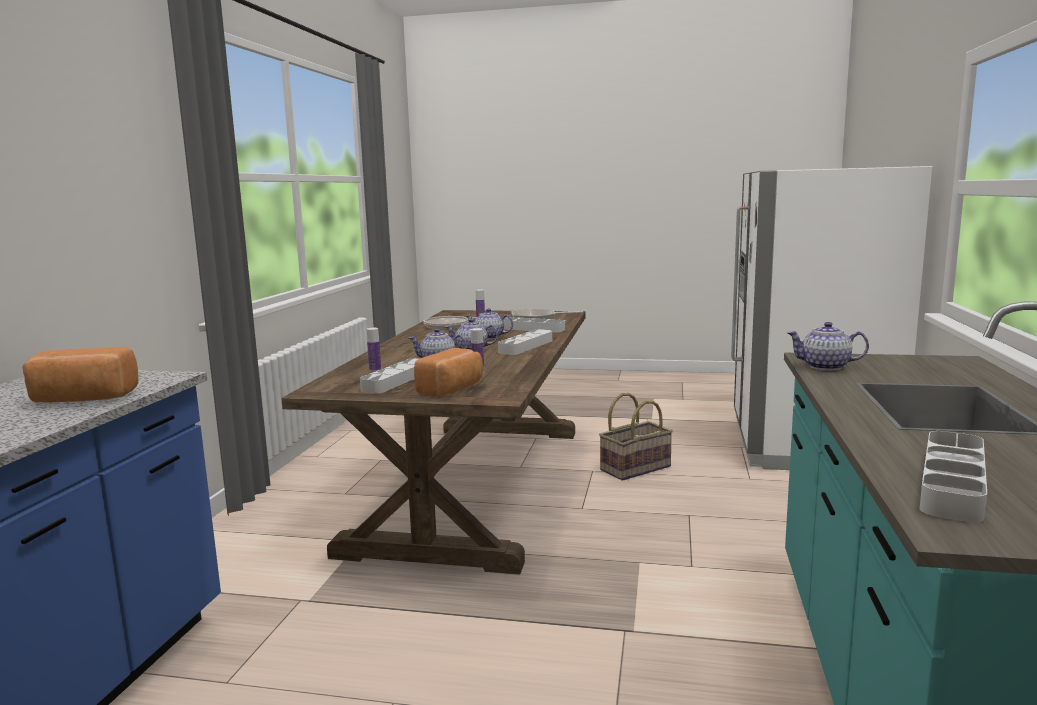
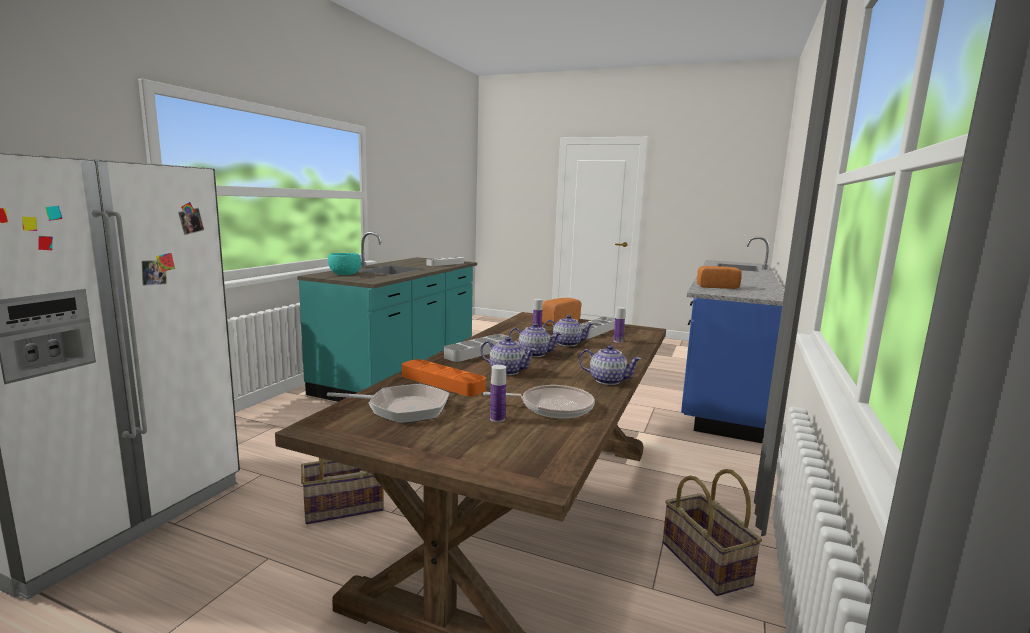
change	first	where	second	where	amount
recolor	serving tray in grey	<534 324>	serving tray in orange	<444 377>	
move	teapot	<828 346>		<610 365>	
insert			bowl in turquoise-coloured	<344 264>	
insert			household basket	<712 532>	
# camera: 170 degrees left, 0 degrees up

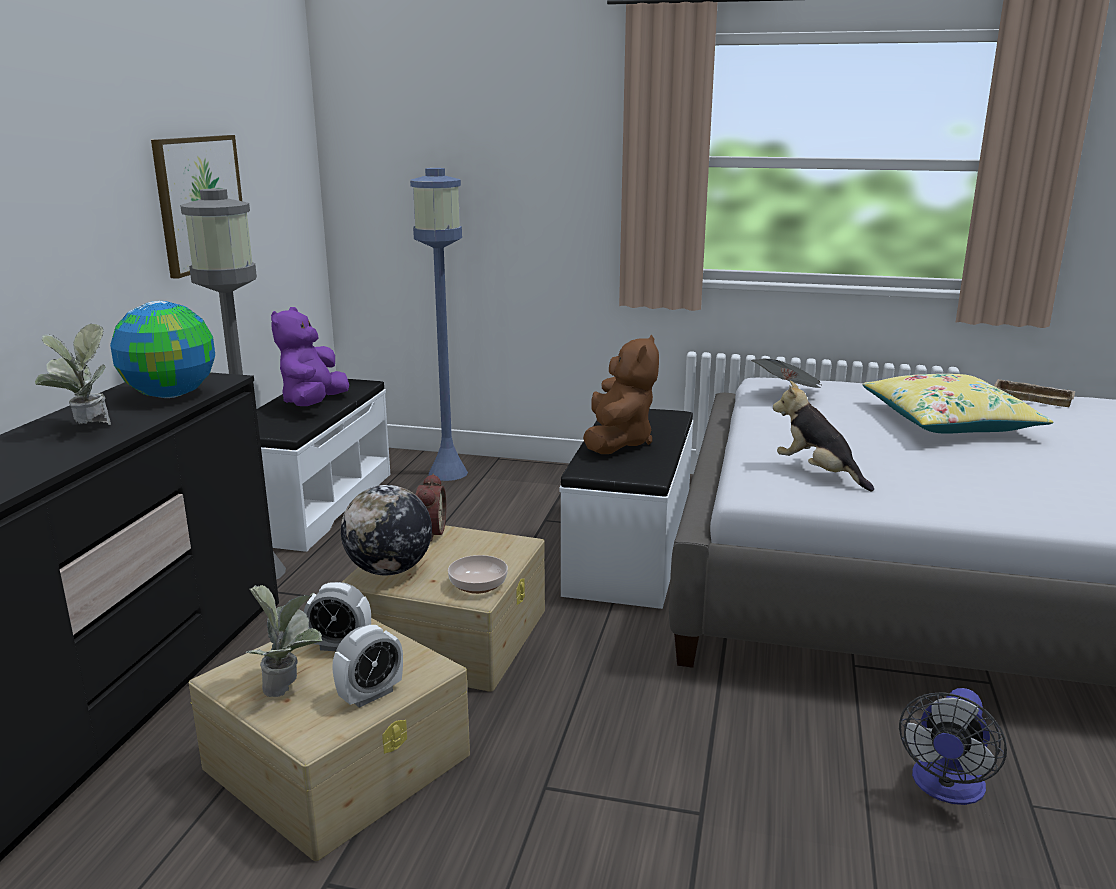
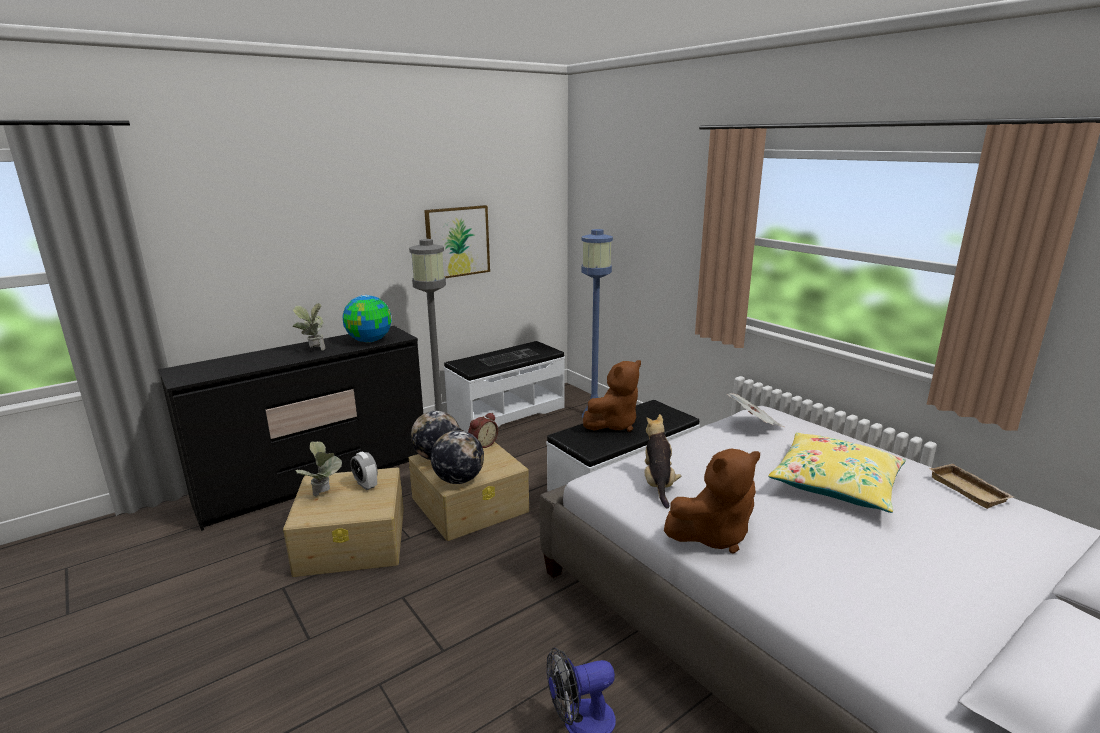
change	first	where	second	where	amount
replace	cuddly toy in purple	<310 356>	PC keyboard	<509 357>	
delete	table clock	<367 666>			
replace	bowl	<478 574>	world globe	<457 457>	
insert			cuddly toy in brown-coloured	<712 501>	
# camera: 40 degrees right, 0 degrees up

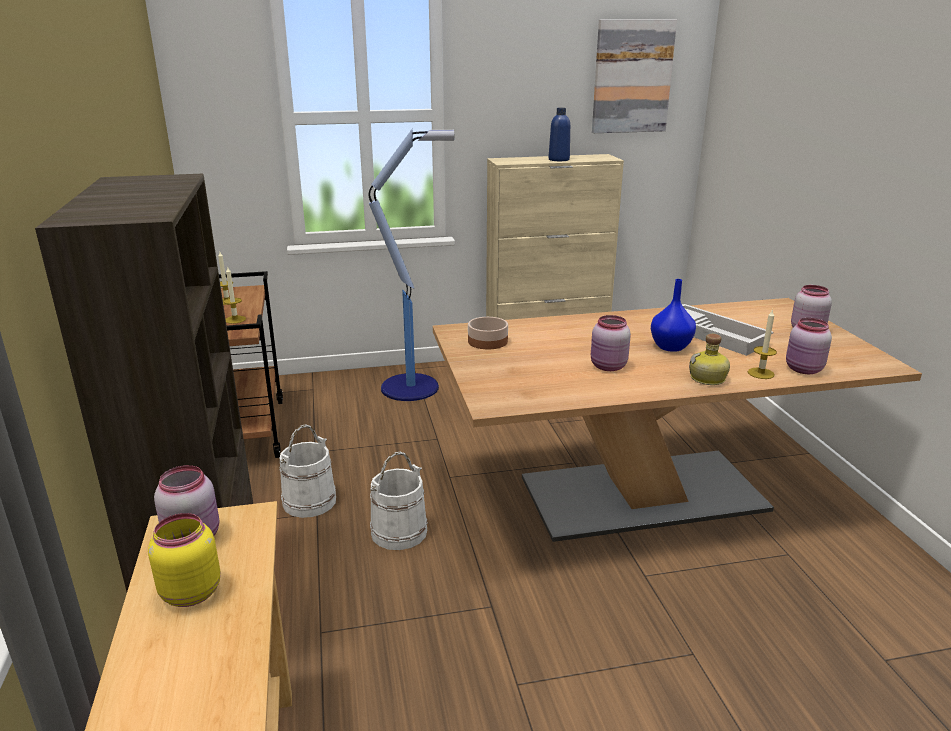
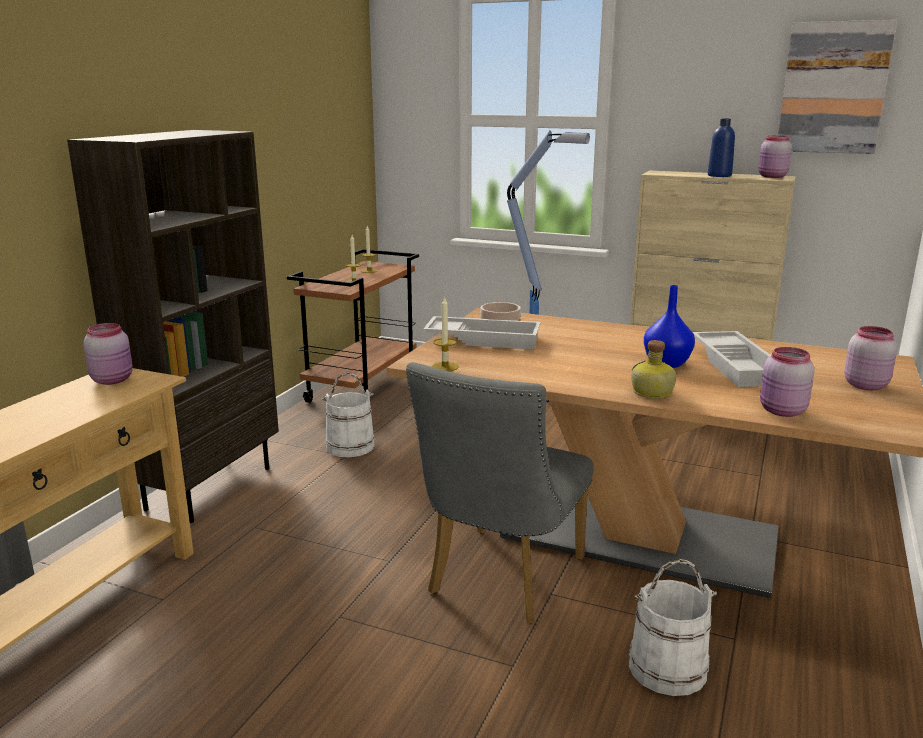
change	first	where	second	where	amount
delete	preserve jar in yellowish	<184 560>			
move	pail in white	<399 501>		<673 627>	
move	preserve jar in pink	<611 343>		<775 157>	
move	wax light	<762 344>		<445 333>	
insert			upright chair in grey	<500 493>	
insert			serving tray in white	<482 333>	
# camera: 35 degrees right, 5 degrees down

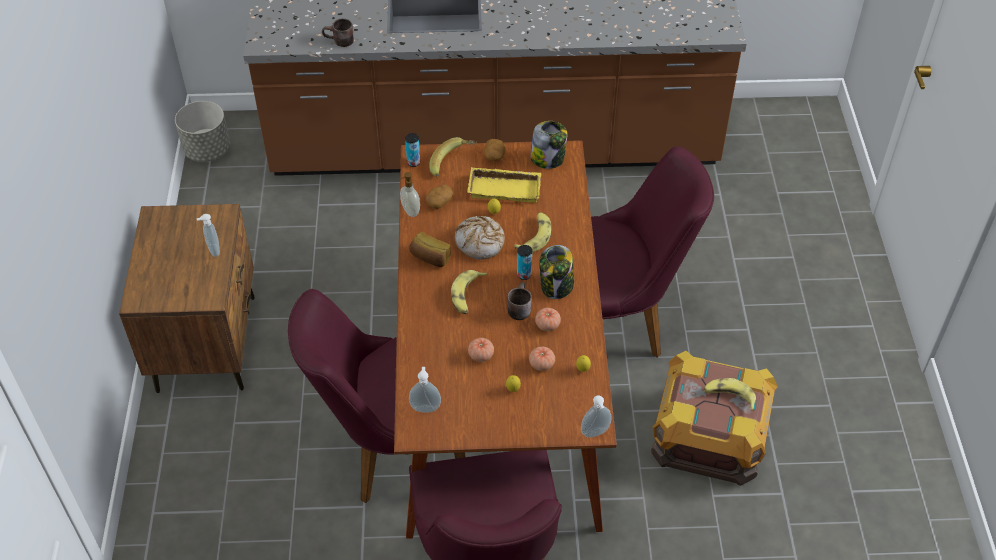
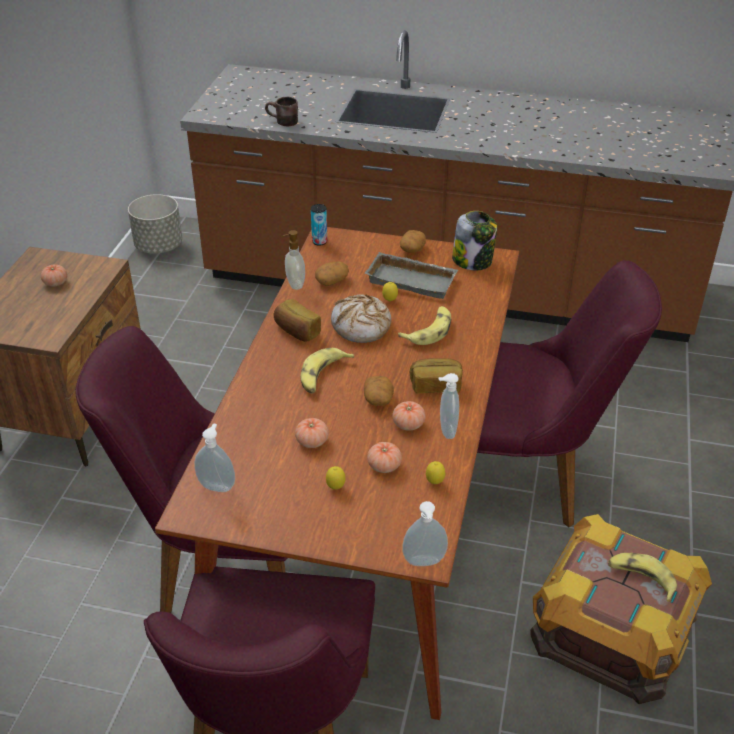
change	first	where	second	where	amount
move	soap bottle	<208 235>		<448 406>	
delete	banana fruit	<453 157>			
recolor	serving tray in yellowish	<504 185>	serving tray in grey	<411 275>	
replace	coffee mug in brown-coloured	<519 301>	potato	<379 391>	
delete	can	<524 262>			
replace	preserve jar	<556 272>	bakery bread	<436 375>	
insert			fresh tomato	<54 276>	
# camera: 15 degrees right, 10 degrees down

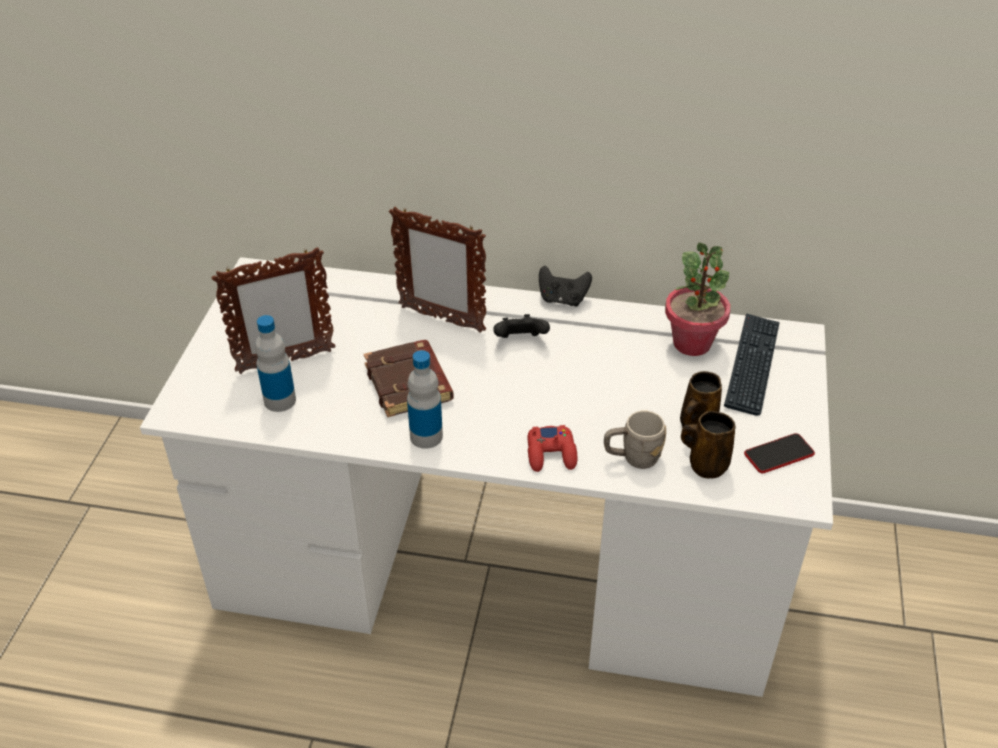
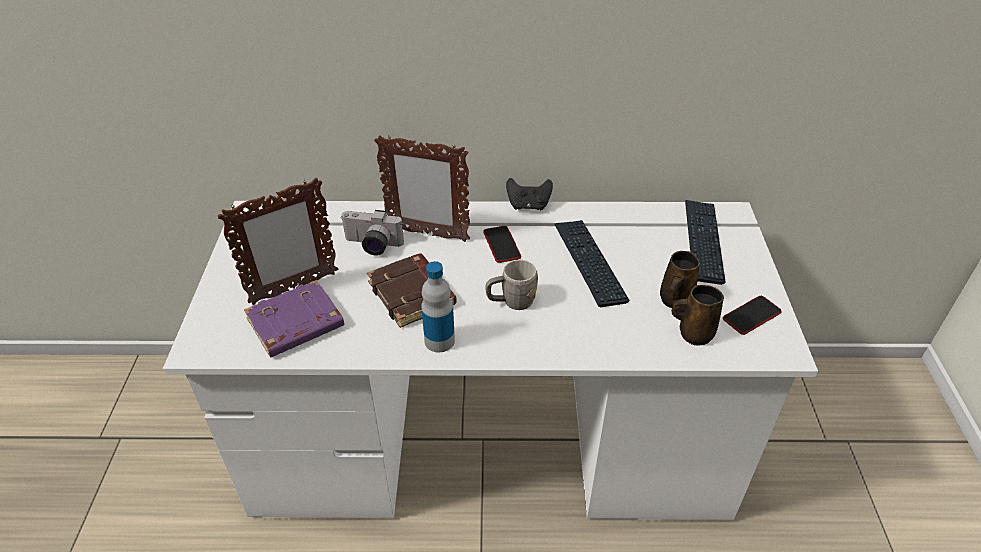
change	first	where	second	where	amount
replace	drink bottle	<275 363>	book in purple	<294 318>	
replace	gamepad in black-coloured	<521 326>	telephone	<502 244>	
delete	gamepad in reddish	<552 448>			
move	coffee mug in grey	<635 440>		<511 285>	
delete	houseplant	<697 299>			
insert			still camera	<372 233>	
insert			PC keyboard	<592 263>	
# camera: 10 degrees left, 0 degrees up

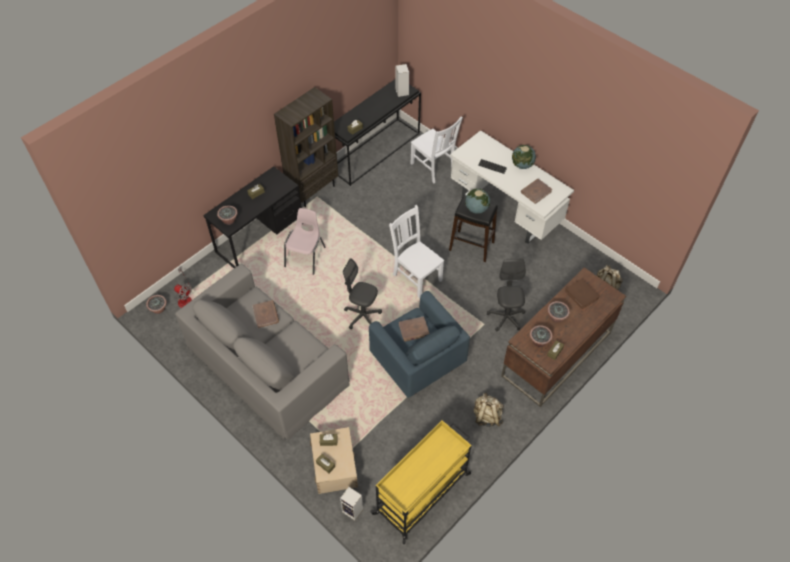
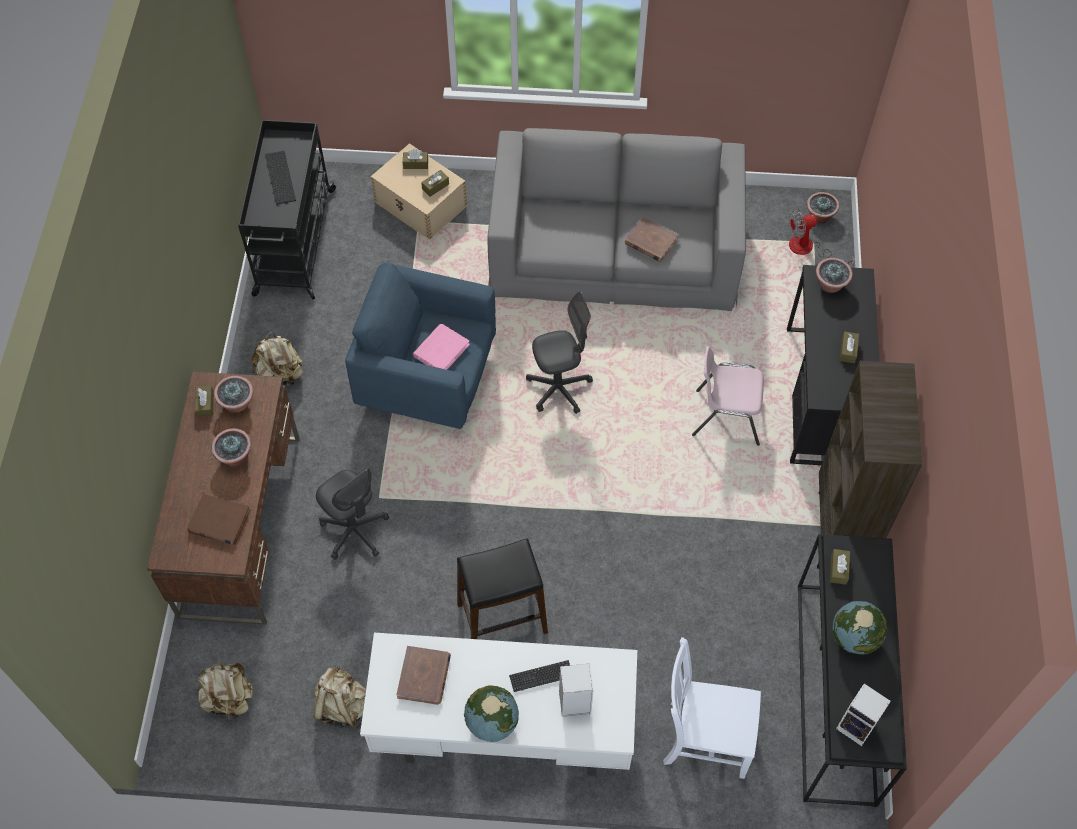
change	first	where	second	where	amount
rotate	upright chair in pink	<305 241>		<728 396>	120 degrees clockwise
move	loudspeaker	<351 503>		<576 690>	
recolor	trolley in yellowish	<421 482>	trolley in black-coloured	<287 210>	
delete	upright chair in white	<416 251>			
recolor	book in brown-coloured	<414 329>	book in pink	<441 347>	
move	world globe	<477 201>		<860 628>	
insert			PC keyboard	<280 178>	
insert			knapsack in sand-coloured	<339 697>	
# camera: 140 degrees right, 5 degrees up

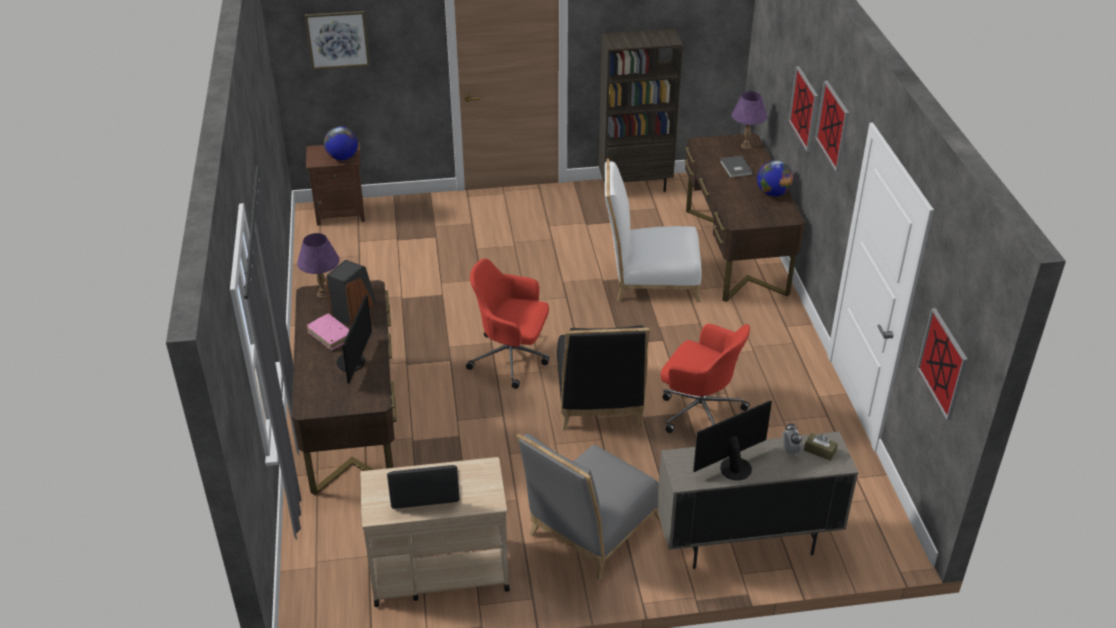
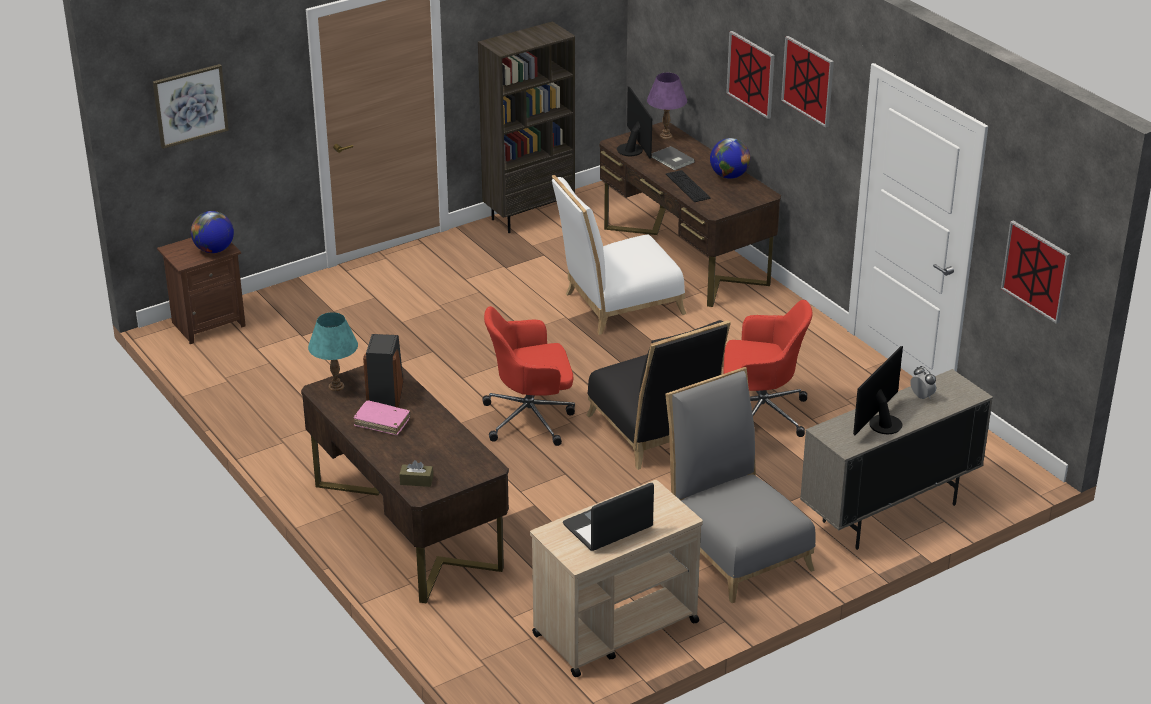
change	first	where	second	where	amount
recolor	table lamp in purple	<318 265>	table lamp in turquoise-coloured	<333 351>	
move	computer screen	<354 339>		<634 122>	
rotate	upright chair in grey	<588 506>		<740 485>	135 degrees clockwise
move	tissue holder in brown-coloured	<821 447>		<416 473>	
insert			PC keyboard	<688 186>	
# camera: 25 degrees left, 5 degrees down

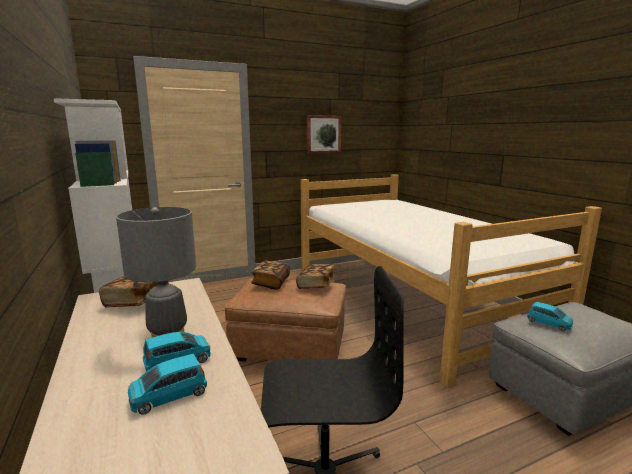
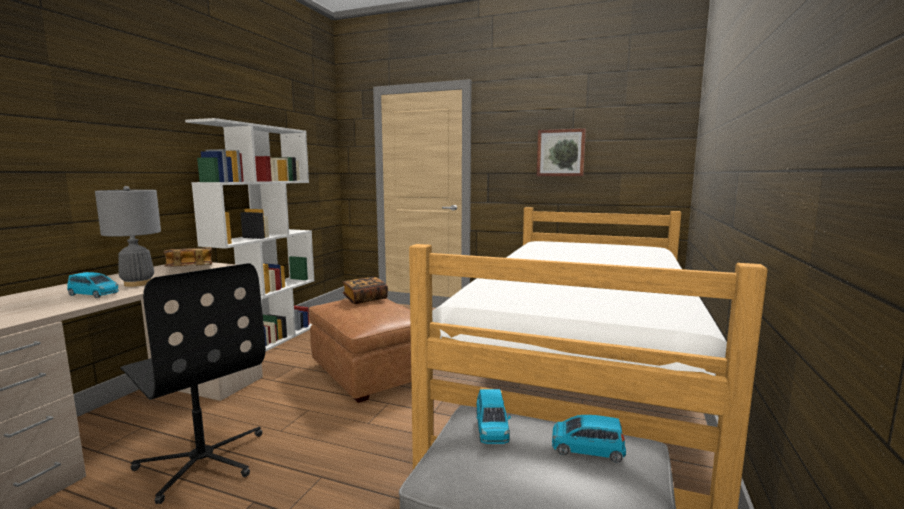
change	first	where	second	where	amount
move	miniature car in blue-coloured	<167 384>		<589 439>	
delete	book	<315 276>			
# camera: 45 degrees right, 5 degrees down

